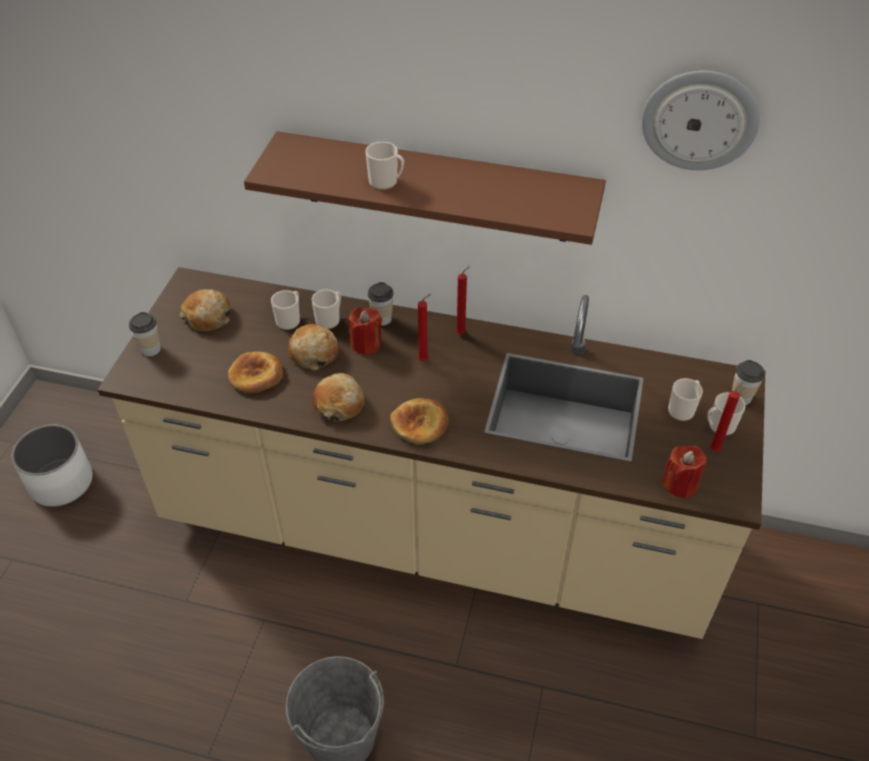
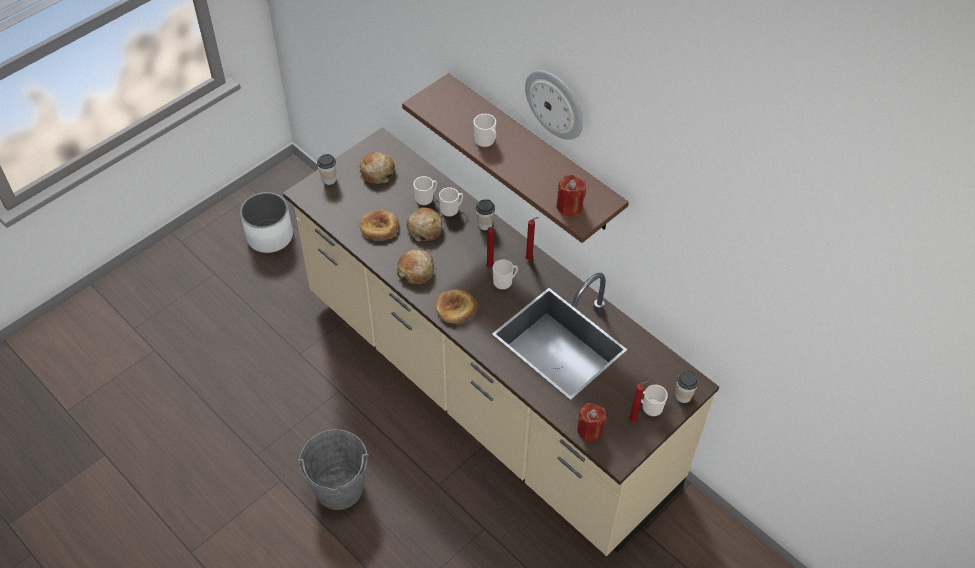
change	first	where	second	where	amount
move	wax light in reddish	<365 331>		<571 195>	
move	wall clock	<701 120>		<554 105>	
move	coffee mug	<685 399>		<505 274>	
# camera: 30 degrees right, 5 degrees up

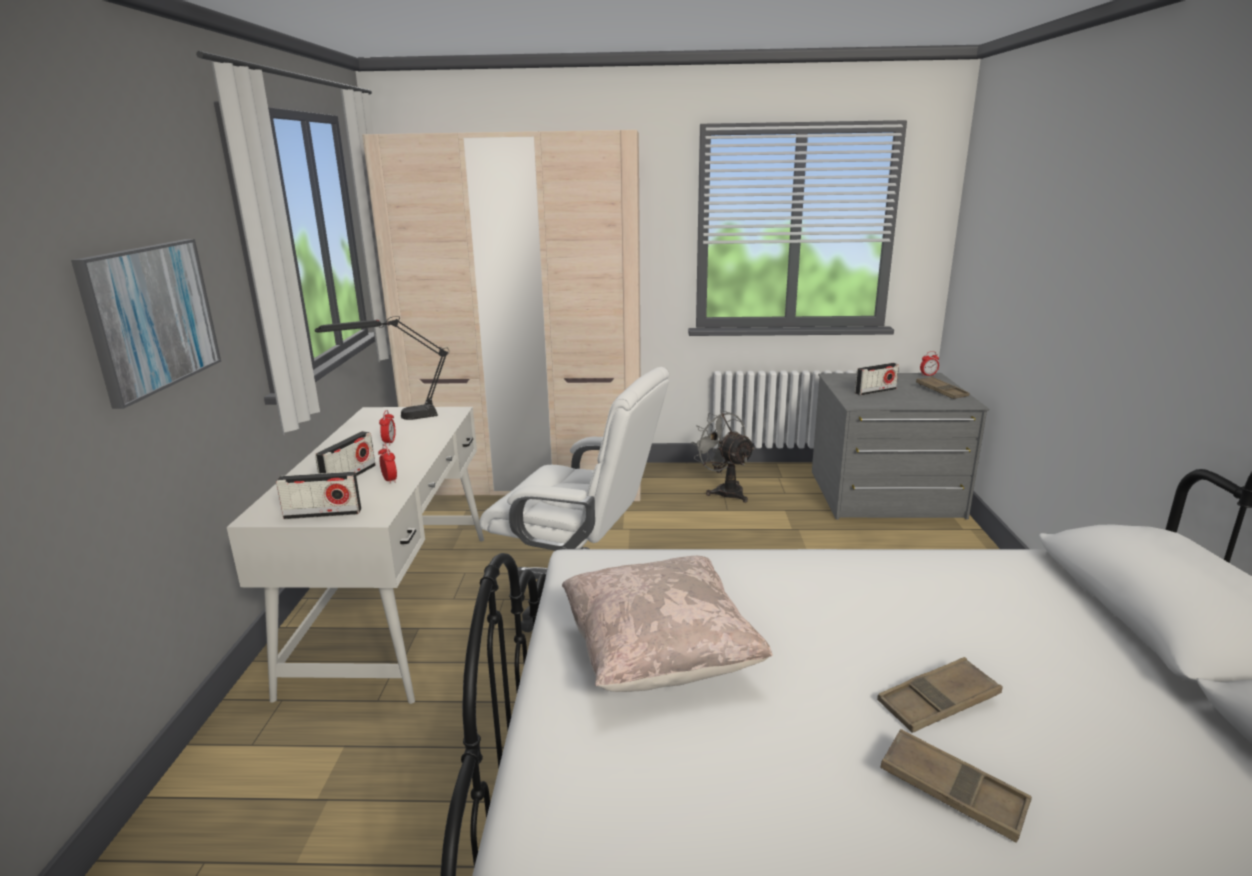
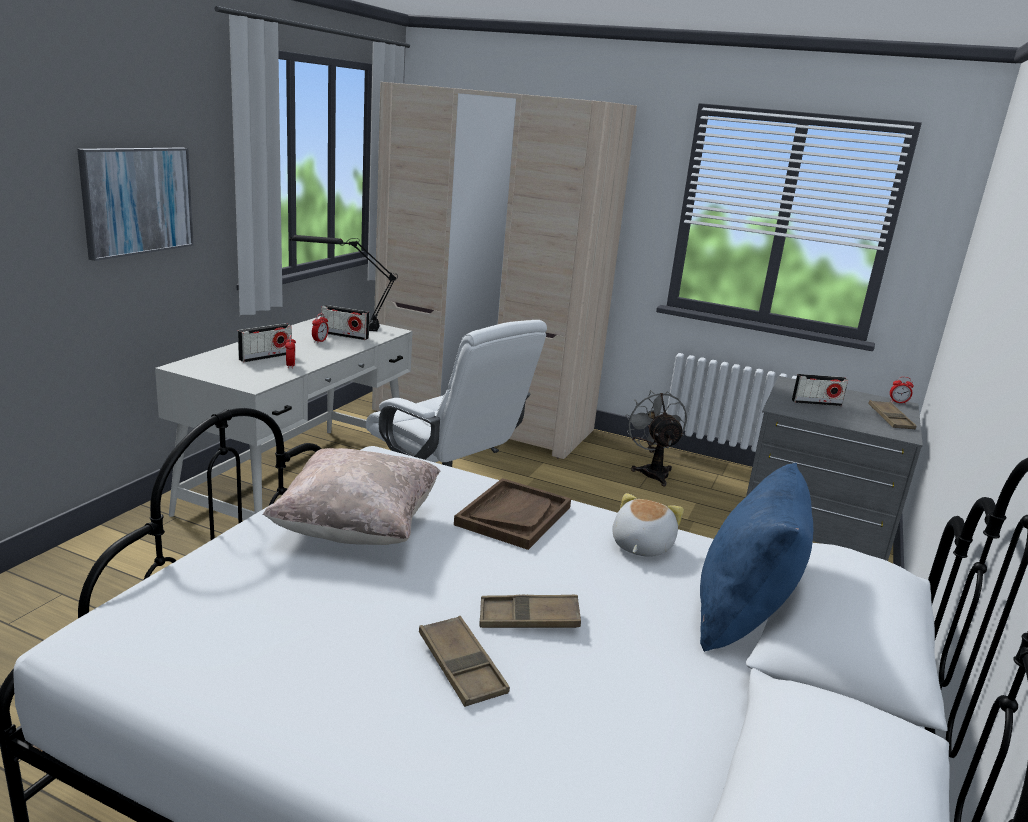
change	first	where	second	where	amount
move	radio receiver	<318 495>		<345 322>	
insert			serving tray in brown-coloured	<512 514>	
insert			cuddly toy	<648 525>	
insert			cushion in blue-coloured	<756 557>	
# camera: 20 degrees right, 0 degrees up

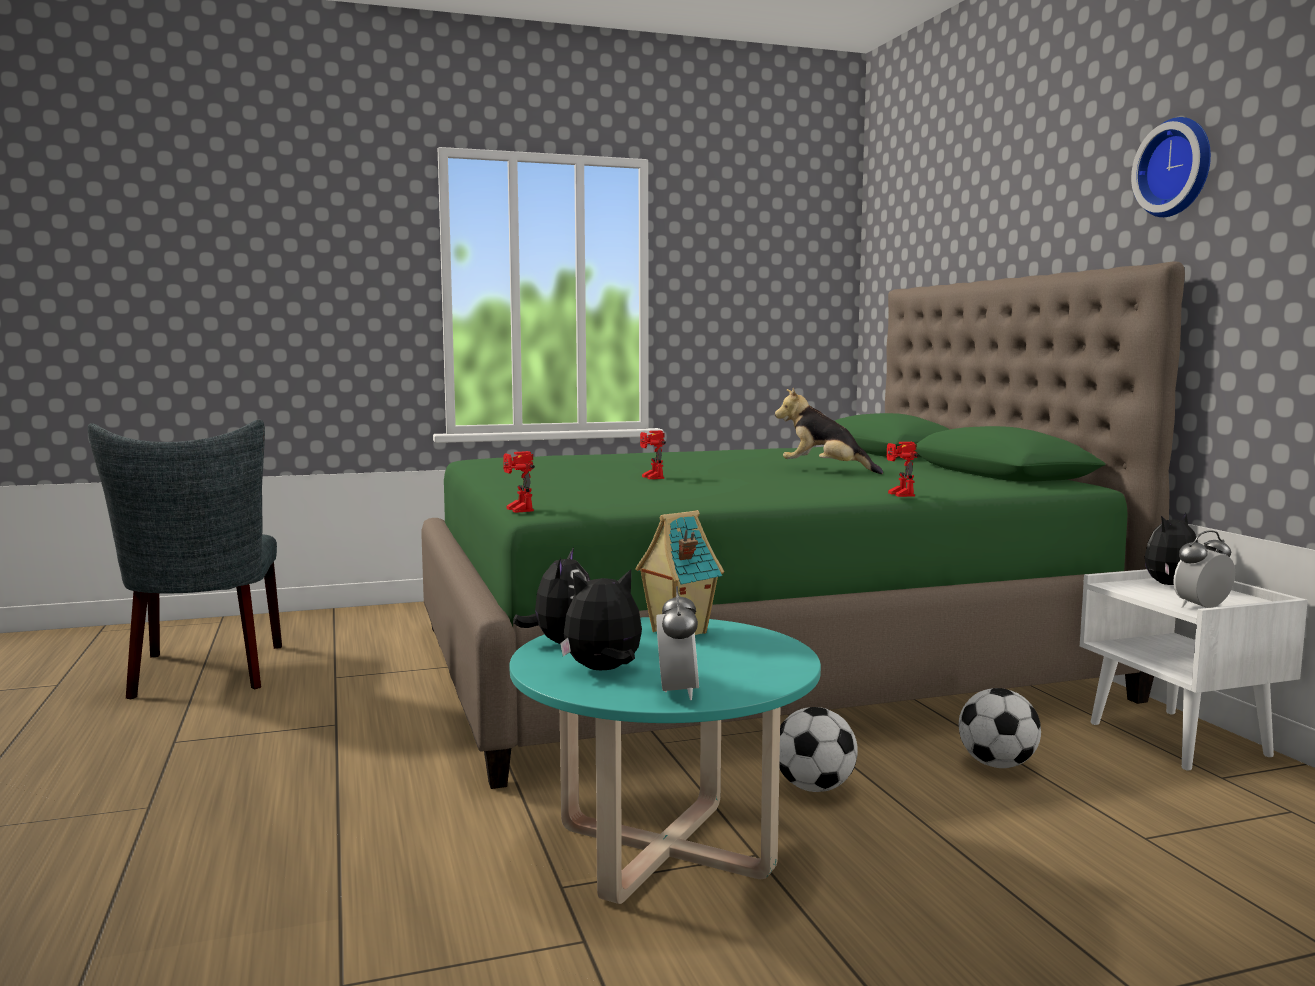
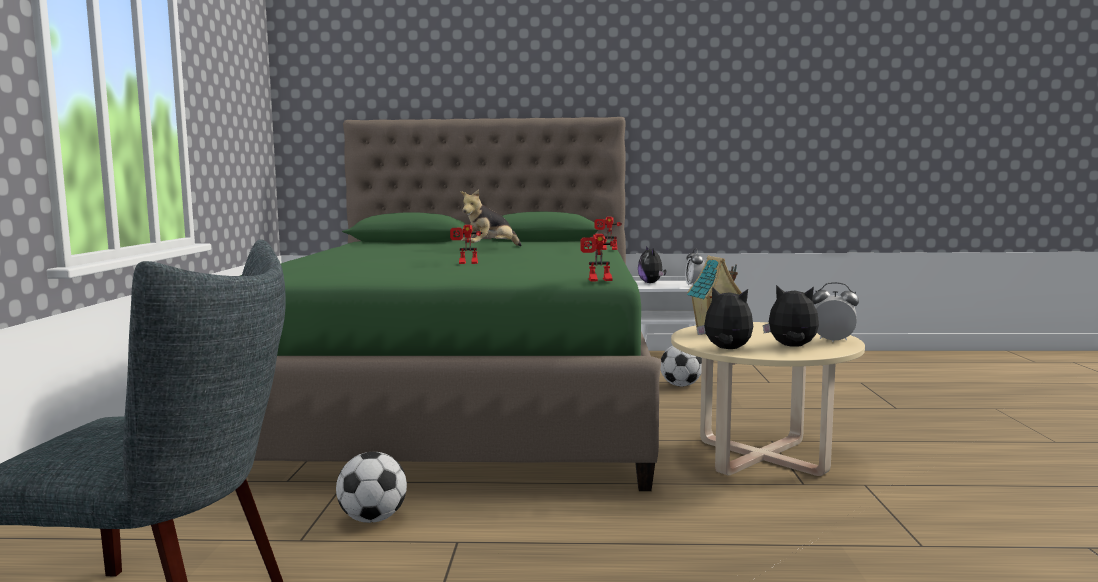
change	first	where	second	where	amount
recolor	low table in turquoise-coloured	<665 760>	low table in sand-coloured	<768 399>	
rotate	cuddly toy	<601 619>		<791 316>	105 degrees clockwise
move	football	<818 749>		<371 487>	
delete	wall clock	<1171 167>			
# camera: 70 degrees left, 0 degrees up

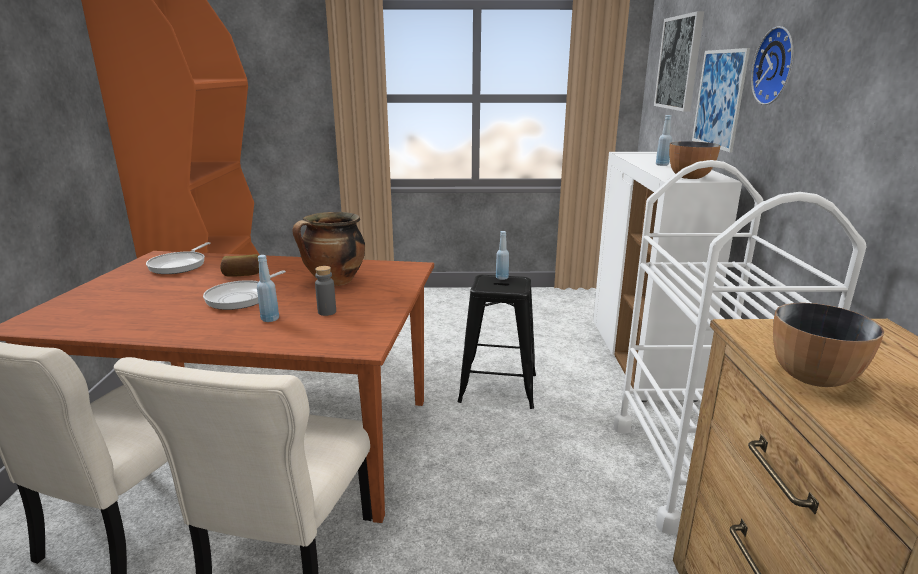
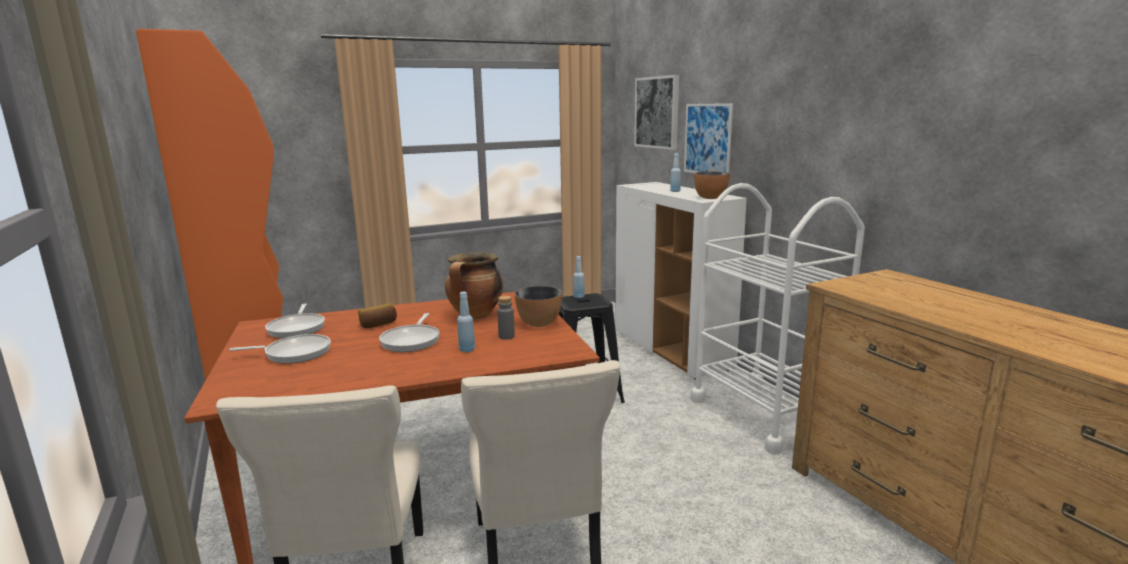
change	first	where	second	where	amount
delete	wall clock	<772 65>			
move	bowl	<828 345>		<538 306>	
insert			frying pan	<280 349>	
# camera: 25 degrees left, 5 degrees down

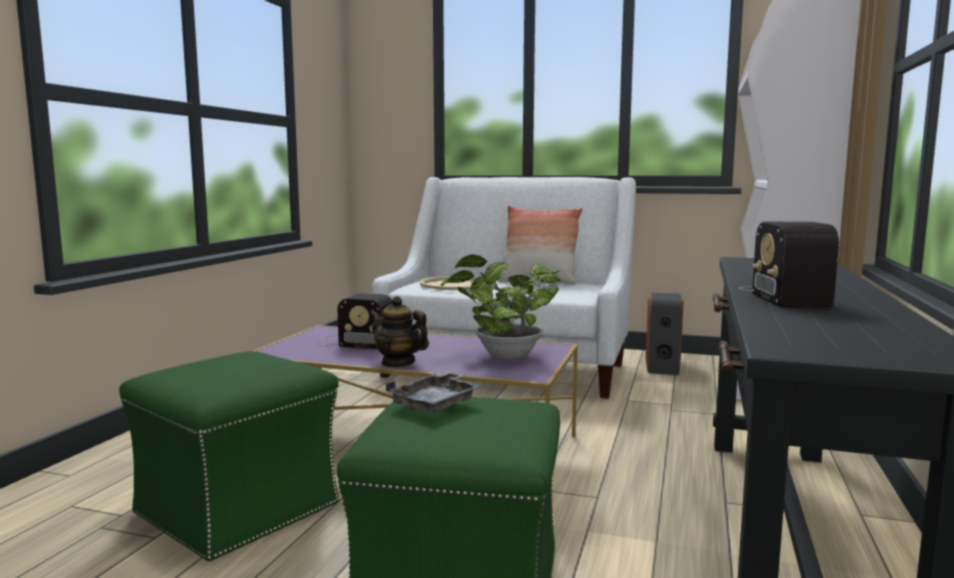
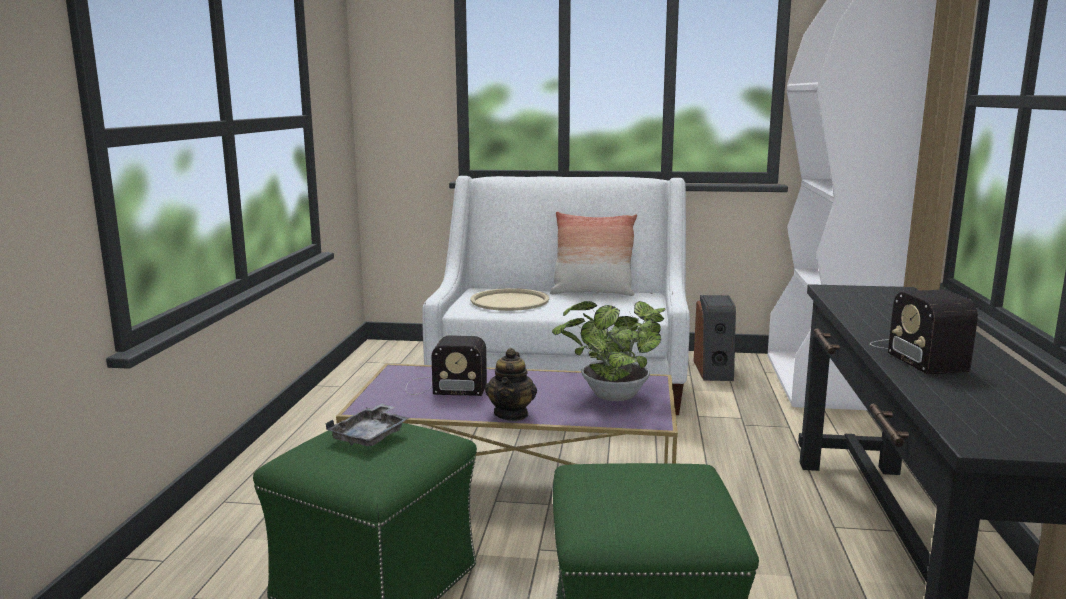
change	first	where	second	where	amount
rotate	teapot	<399 331>		<511 384>	105 degrees counterclockwise
move	serving tray in grey	<434 391>		<367 425>	
# camera: 10 degrees left, 5 degrees up

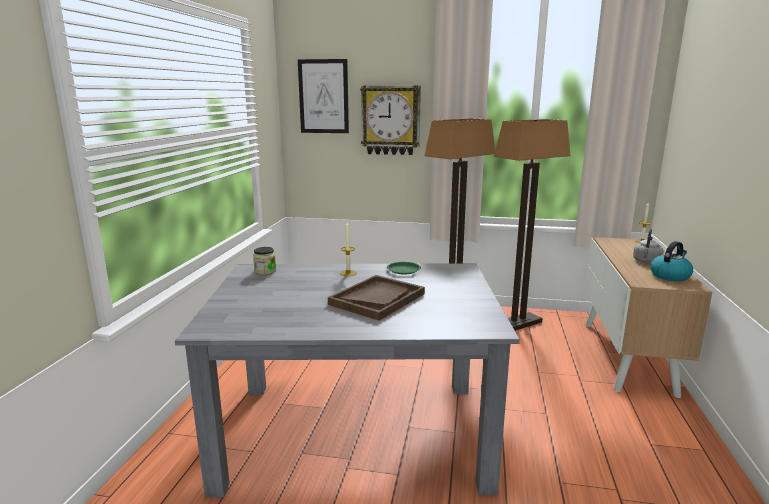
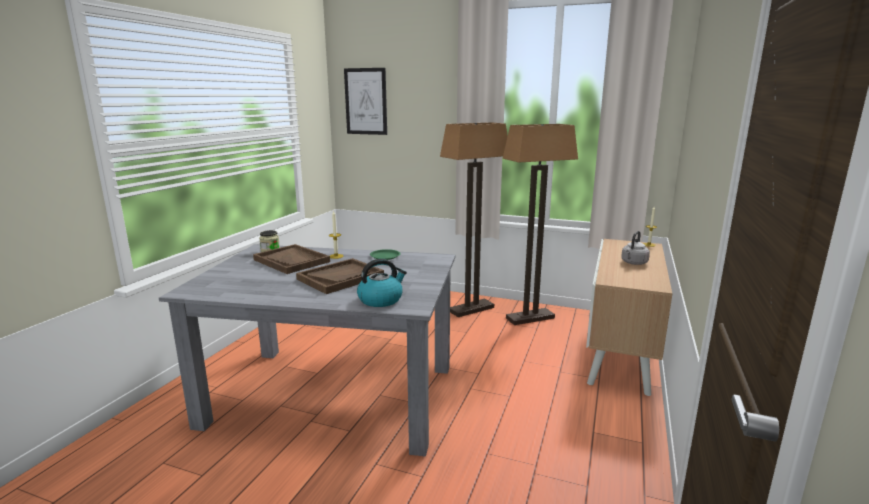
change	first	where	second	where	amount
delete	wall clock	<390 120>			
move	water kettle	<671 261>		<382 283>	
insert			serving tray in brown-coloured	<291 259>	
# camera: 10 degrees right, 0 degrees up

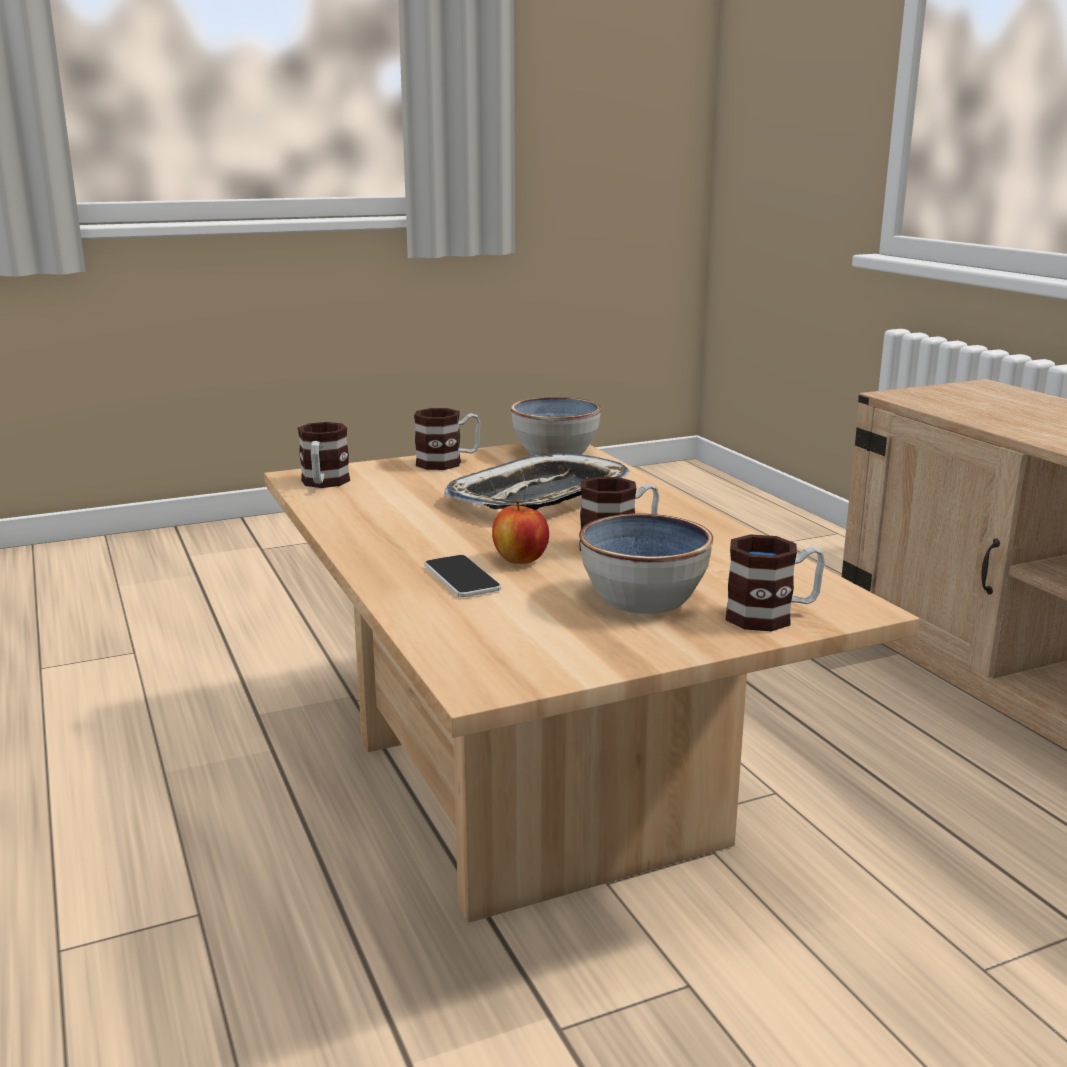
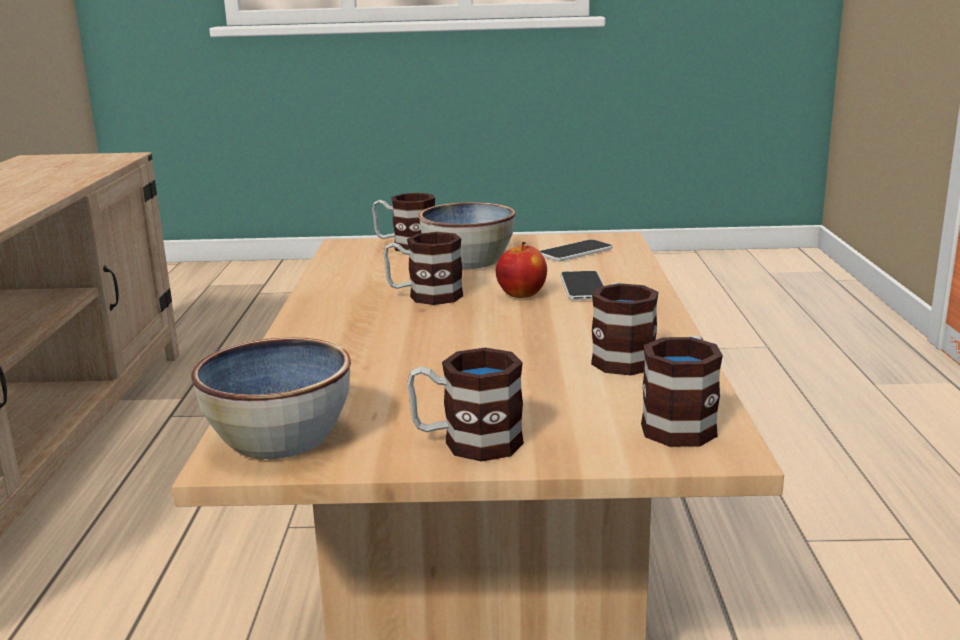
change	first	where	second	where	amount
delete	serving tray	<536 481>			
insert			telephone	<576 250>	
insert			coffee mug	<625 329>	
# camera: 155 degrees left, 0 degrees up

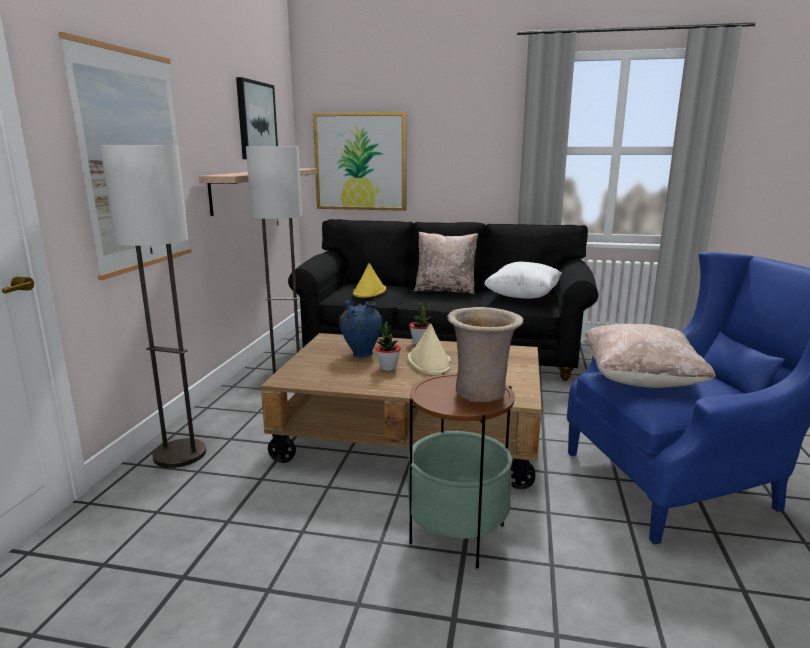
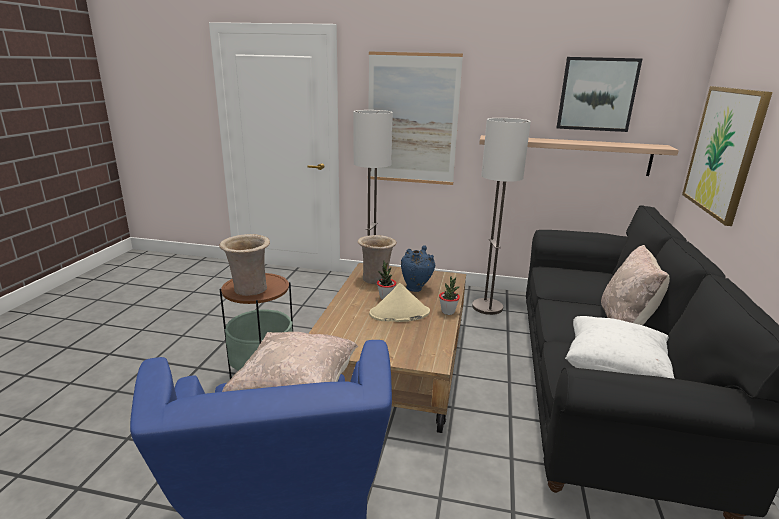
change	first	where	second	where	amount
delete	clothing hat in yellowish	<369 280>			
insert			flower vase in sand-coloured	<377 259>	
# camera: 90 degrees right, 5 degrees up

